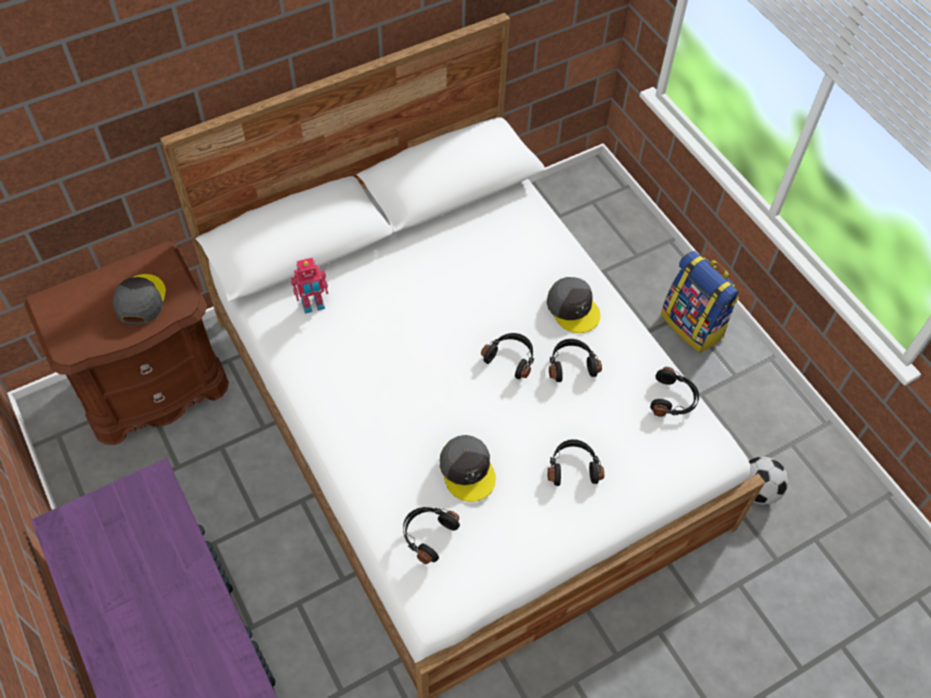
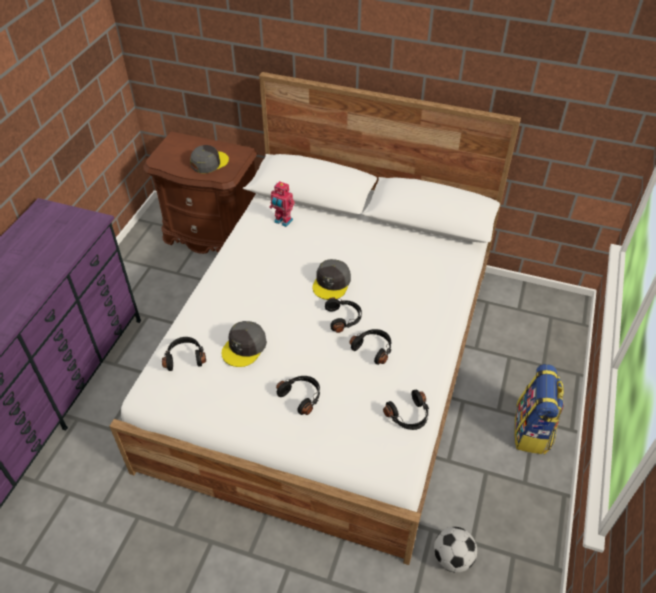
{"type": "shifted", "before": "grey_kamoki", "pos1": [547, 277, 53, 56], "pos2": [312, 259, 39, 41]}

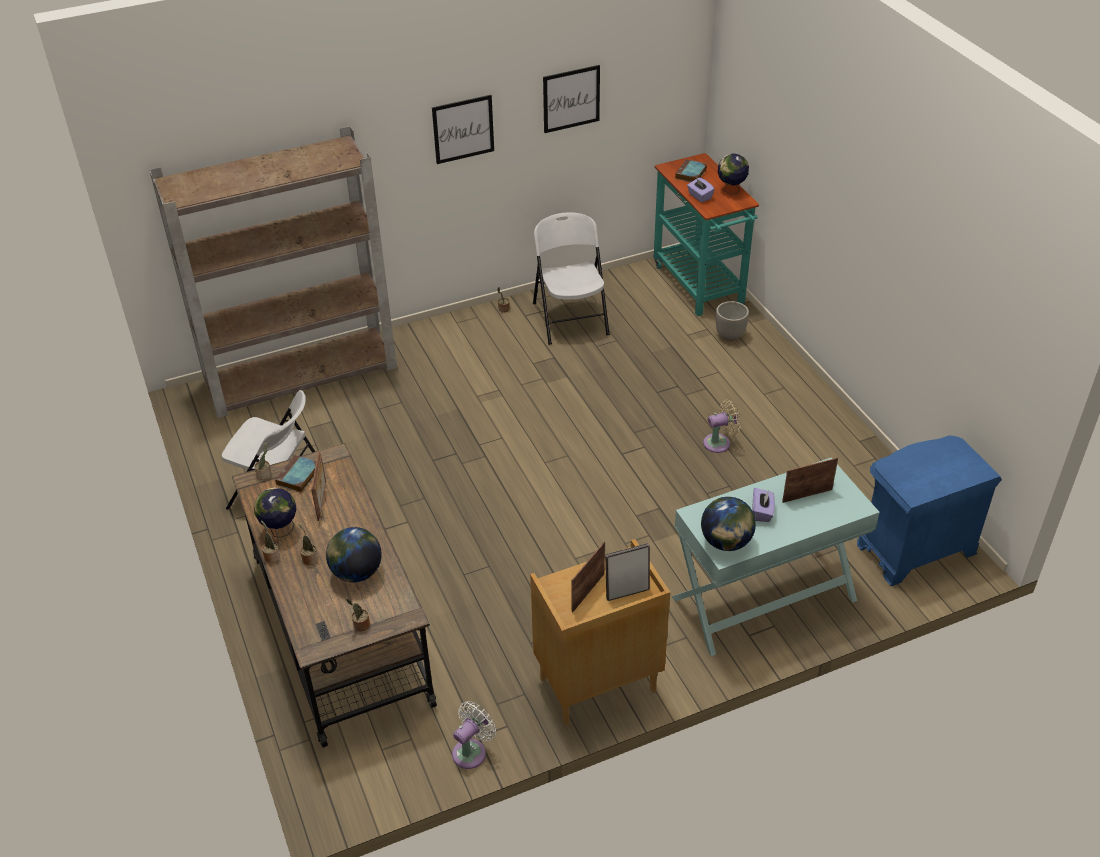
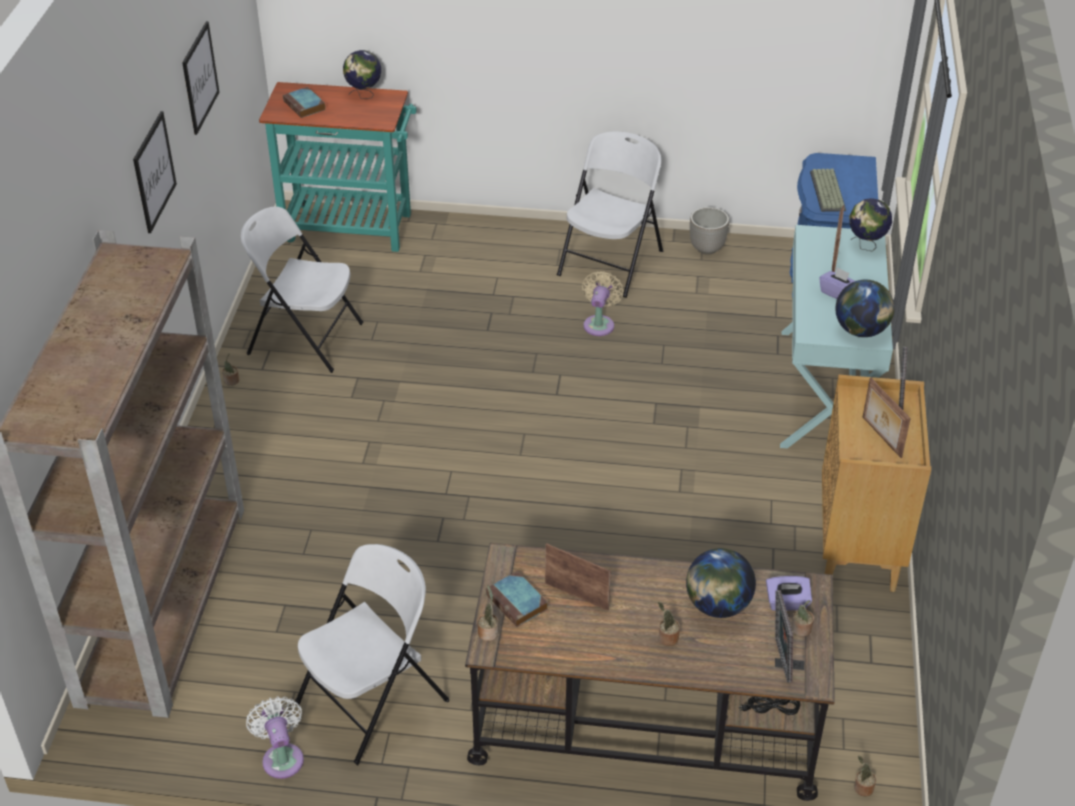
{"type": "shifted", "before": "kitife", "pos1": [254, 488, 42, 50], "pos2": [849, 198, 43, 54]}
{"type": "shifted", "before": "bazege", "pos1": [261, 520, 19, 43], "pos2": [854, 756, 22, 41]}
{"type": "shifted", "before": "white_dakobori", "pos1": [452, 701, 44, 68], "pos2": [246, 696, 58, 83]}
{"type": "shifted", "before": "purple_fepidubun", "pos1": [687, 177, 28, 25], "pos2": [766, 576, 46, 35]}
{"type": "shifted", "before": "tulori", "pos1": [716, 301, 33, 40], "pos2": [690, 207, 39, 48]}
{"type": "new", "after": "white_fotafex", "pos2": [557, 132, 106, 166]}
{"type": "new", "after": "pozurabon", "pos2": [775, 590, 18, 92]}
{"type": "new", "after": "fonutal", "pos2": [810, 169, 36, 43]}

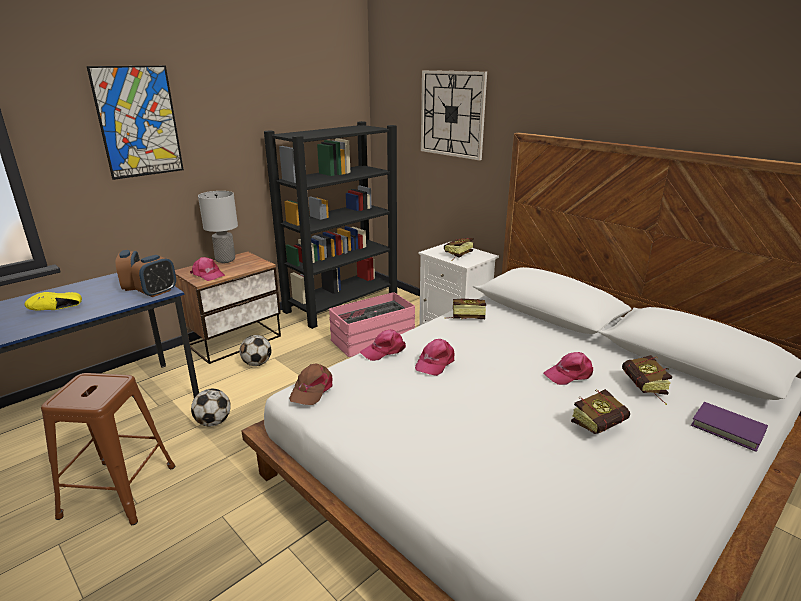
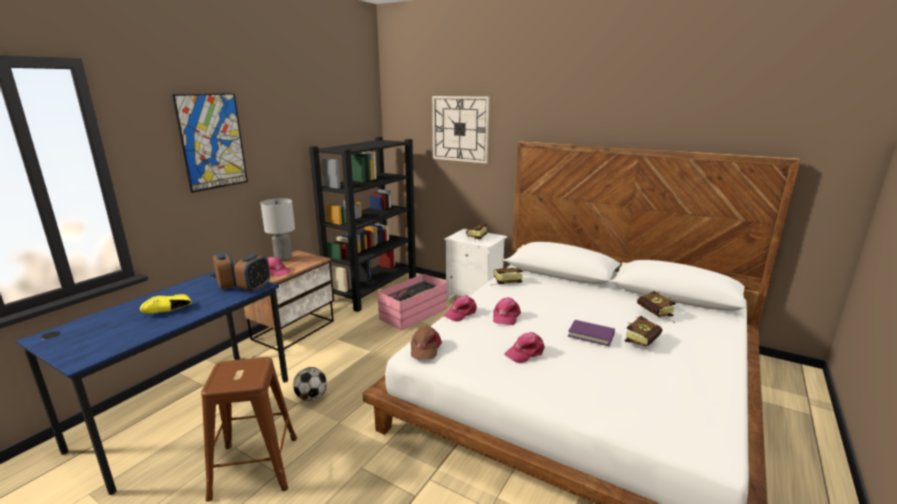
{"type": "gone", "before": "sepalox", "pos1": [239, 335, 32, 31]}
{"type": "shifted", "before": "pink_kamoki", "pos1": [544, 352, 49, 33], "pos2": [504, 332, 41, 31]}
{"type": "shifted", "before": "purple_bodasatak", "pos1": [691, 402, 77, 50], "pos2": [568, 320, 47, 27]}

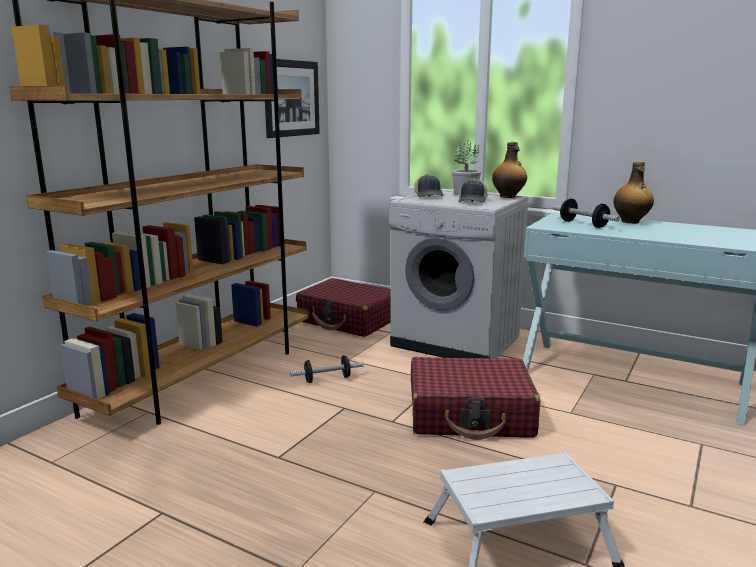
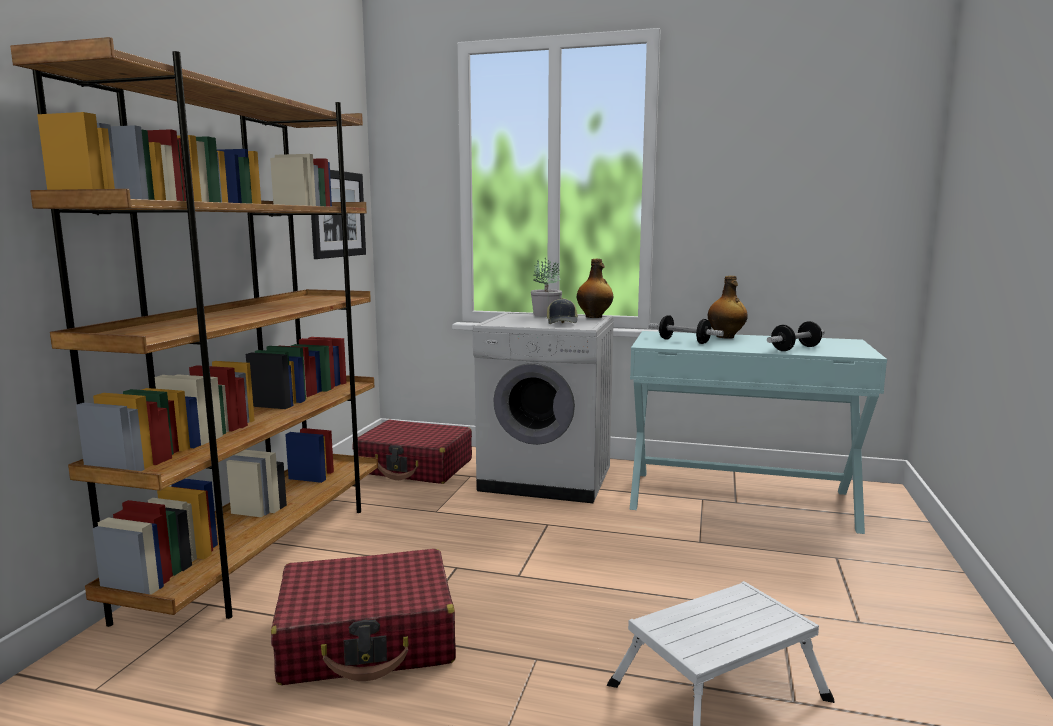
{"type": "shifted", "before": "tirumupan", "pos1": [290, 355, 74, 28], "pos2": [767, 321, 58, 30]}
{"type": "shifted", "before": "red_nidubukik", "pos1": [411, 357, 129, 83], "pos2": [271, 549, 185, 136]}
{"type": "gone", "before": "kamoki", "pos1": [414, 174, 29, 24]}

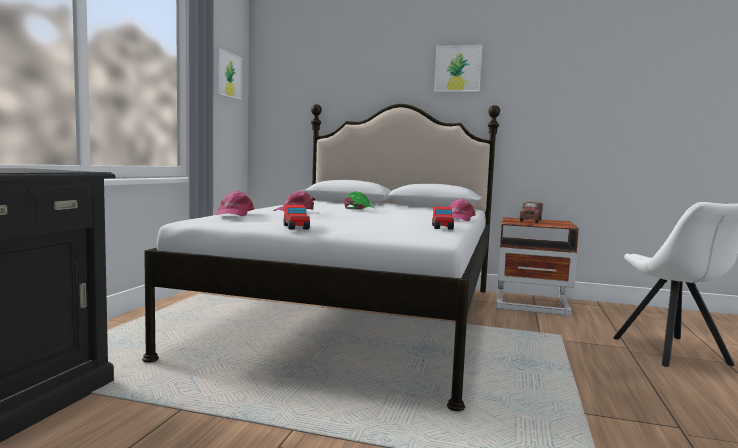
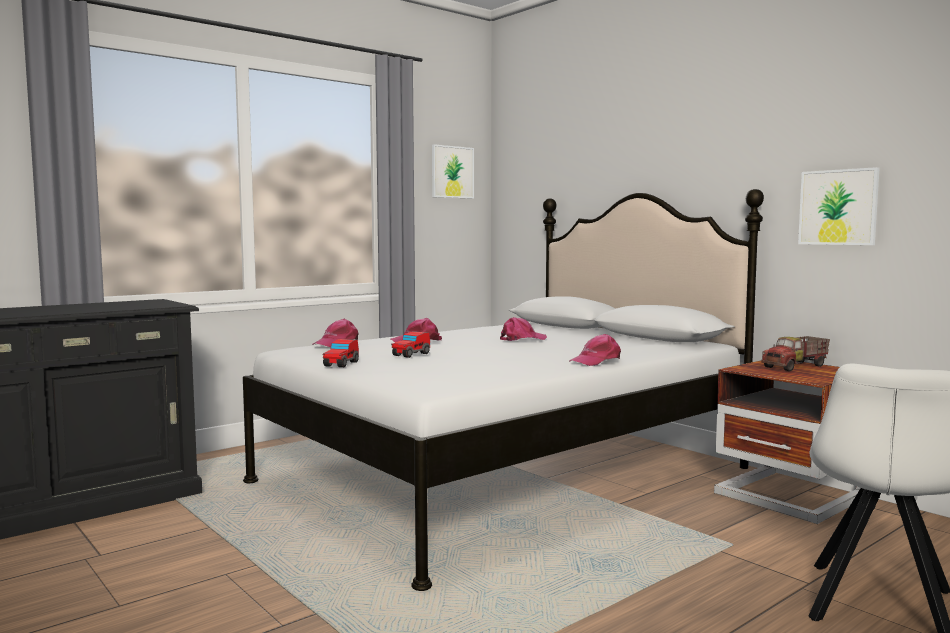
{"type": "repainted", "before": "green_kamoki", "after": "pink_kamoki", "pos1": [344, 191, 31, 19], "pos2": [500, 317, 47, 24]}
{"type": "shifted", "before": "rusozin", "pos1": [432, 207, 22, 23], "pos2": [391, 331, 39, 27]}
{"type": "shifted", "before": "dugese", "pos1": [434, 45, 48, 47], "pos2": [798, 167, 81, 78]}

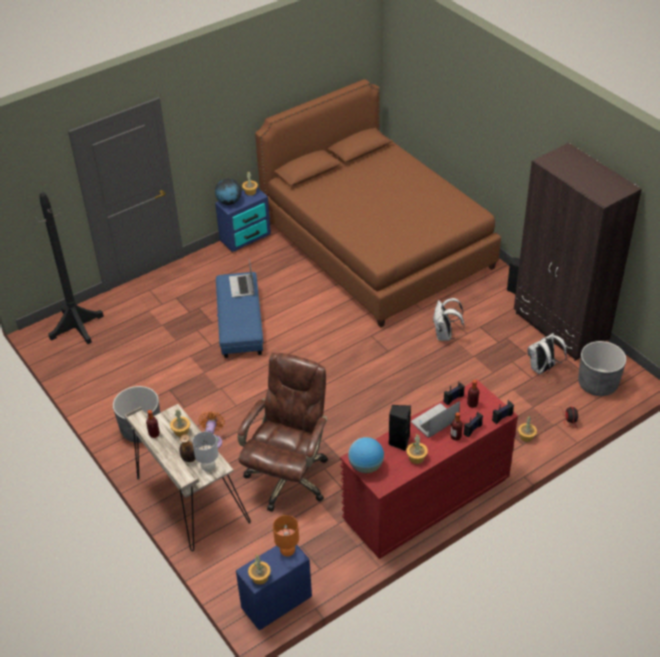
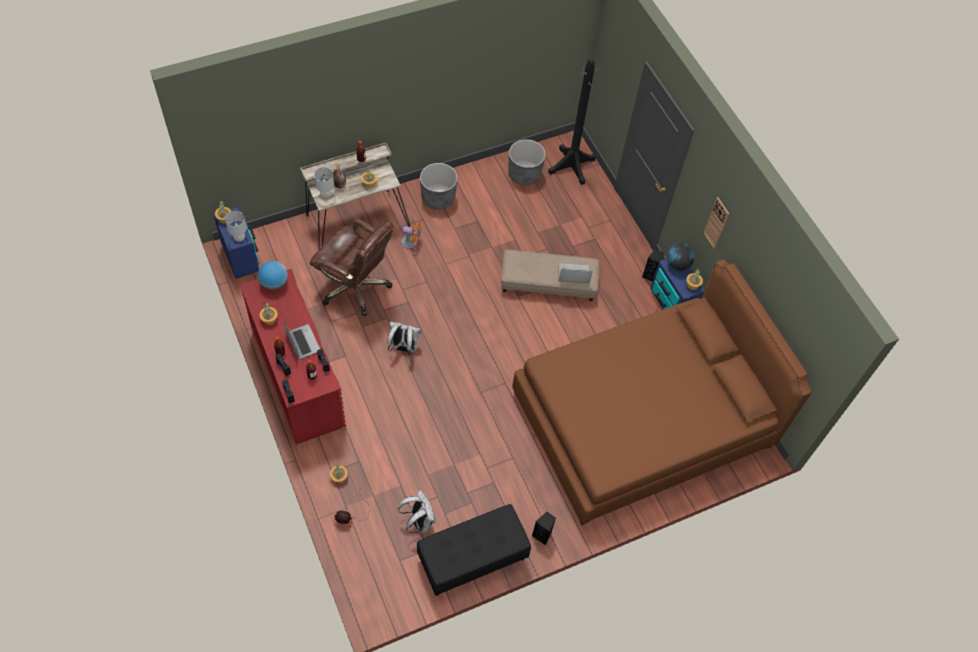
{"type": "repainted", "before": "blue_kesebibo", "after": "beige_kesebibo", "pos1": [216, 272, 47, 86], "pos2": [501, 249, 98, 52]}
{"type": "repainted", "before": "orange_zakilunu", "after": "grey_zakilunu", "pos1": [273, 515, 26, 42], "pos2": [225, 211, 22, 31]}
{"type": "shifted", "before": "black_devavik", "pos1": [389, 405, 22, 46], "pos2": [642, 249, 22, 33]}
{"type": "shifted", "before": "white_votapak", "pos1": [433, 298, 32, 43], "pos2": [387, 322, 34, 33]}
{"type": "swapped", "before": "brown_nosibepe", "after": "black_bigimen", "pos1": [514, 143, 128, 218], "pos2": [417, 504, 114, 92]}
{"type": "shifted", "before": "grey_tulori", "pos1": [578, 341, 48, 55], "pos2": [508, 139, 37, 46]}
{"type": "new", "after": "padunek", "pos2": [703, 197, 26, 52]}

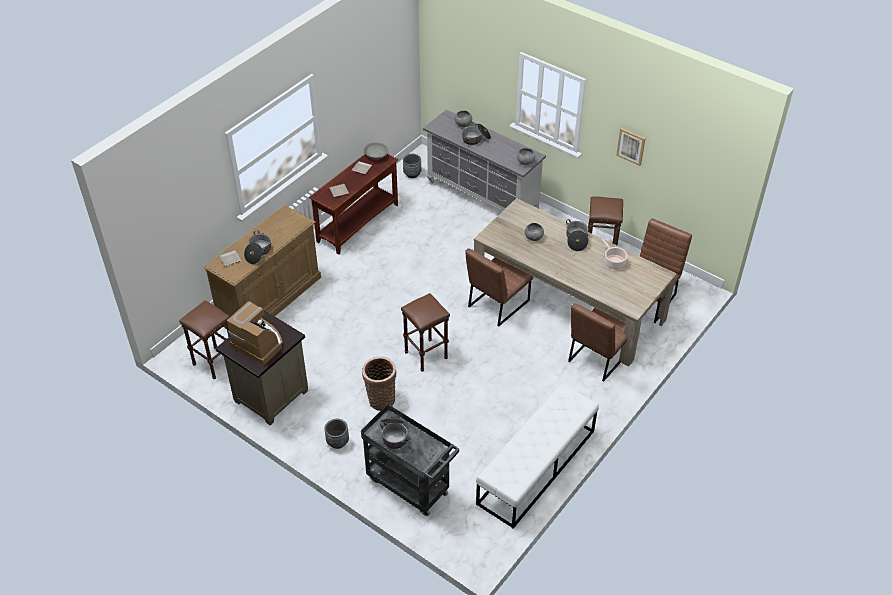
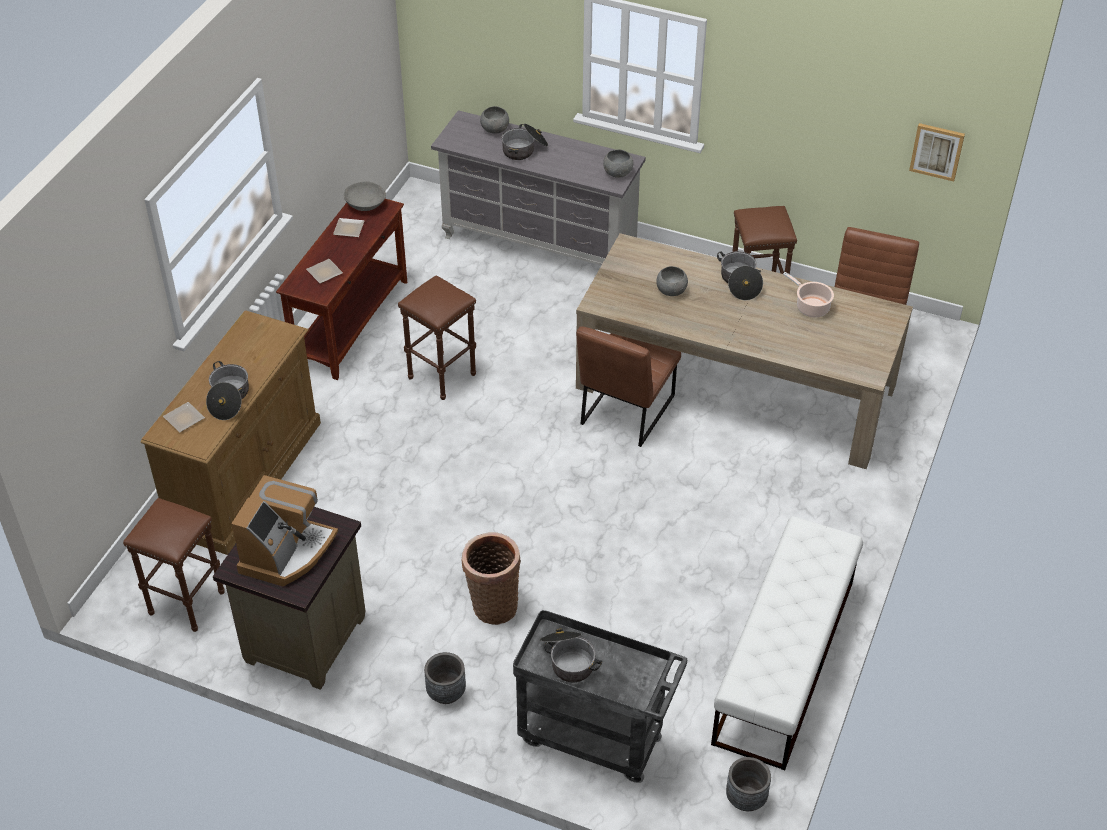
{"type": "rotated", "before": "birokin", "pos1": [227, 301, 56, 65], "pos2": [231, 475, 107, 112], "turn": 90}
{"type": "shifted", "before": "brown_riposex", "pos1": [401, 293, 49, 79], "pos2": [398, 276, 78, 124]}
{"type": "shifted", "before": "grey_tulori", "pos1": [403, 154, 18, 24], "pos2": [726, 757, 45, 54]}
{"type": "gone", "before": "brown_fotafex", "pos1": [568, 304, 60, 78]}
{"type": "shifted", "before": "dugese", "pos1": [616, 128, 30, 38], "pos2": [909, 123, 56, 58]}

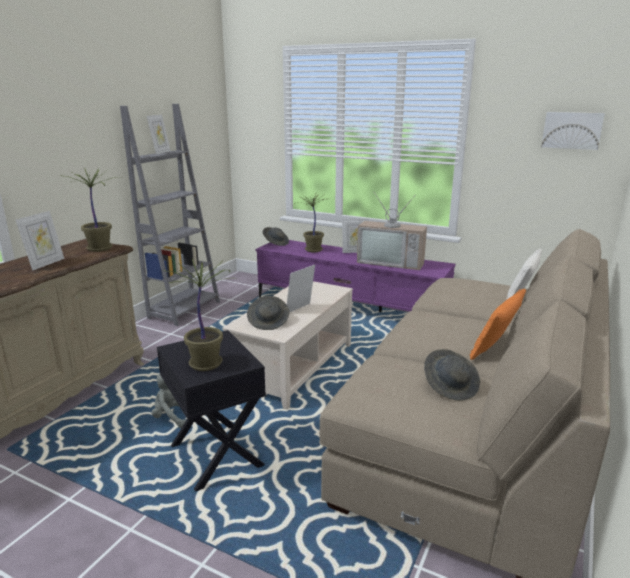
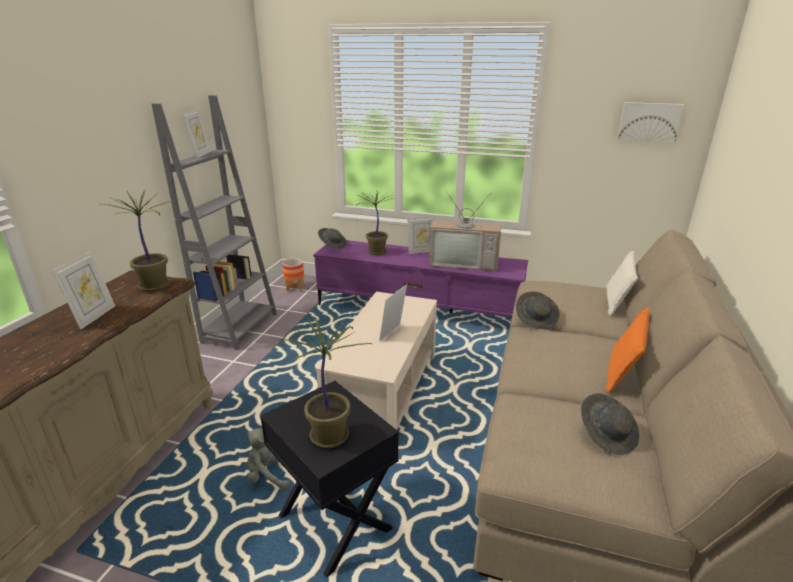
{"type": "shifted", "before": "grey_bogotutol", "pos1": [247, 296, 43, 34], "pos2": [516, 291, 44, 38]}
{"type": "new", "after": "tulori", "pos2": [282, 258, 22, 33]}

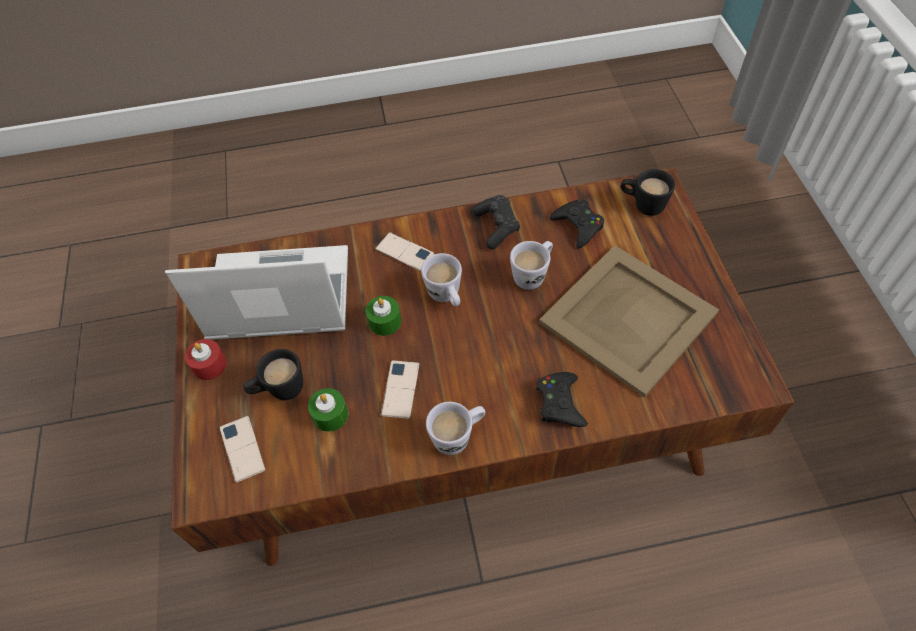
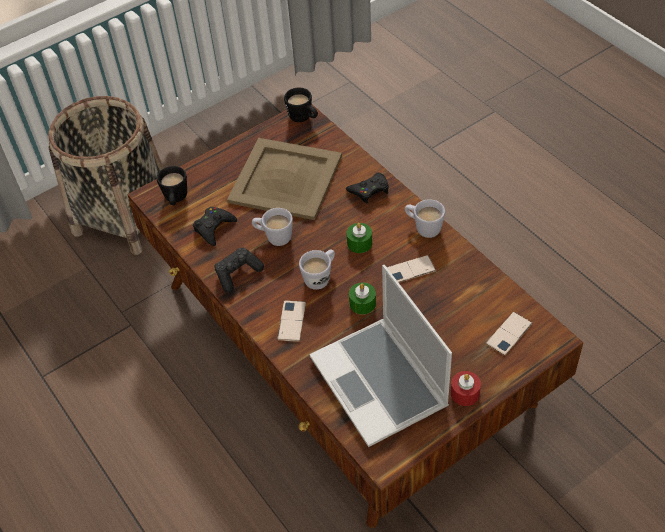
{"type": "shifted", "before": "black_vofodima", "pos1": [243, 349, 60, 51], "pos2": [284, 87, 34, 35]}
{"type": "shifted", "before": "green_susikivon", "pos1": [308, 388, 40, 44], "pos2": [347, 223, 25, 30]}
{"type": "new", "after": "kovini", "pos2": [48, 96, 116, 159]}

